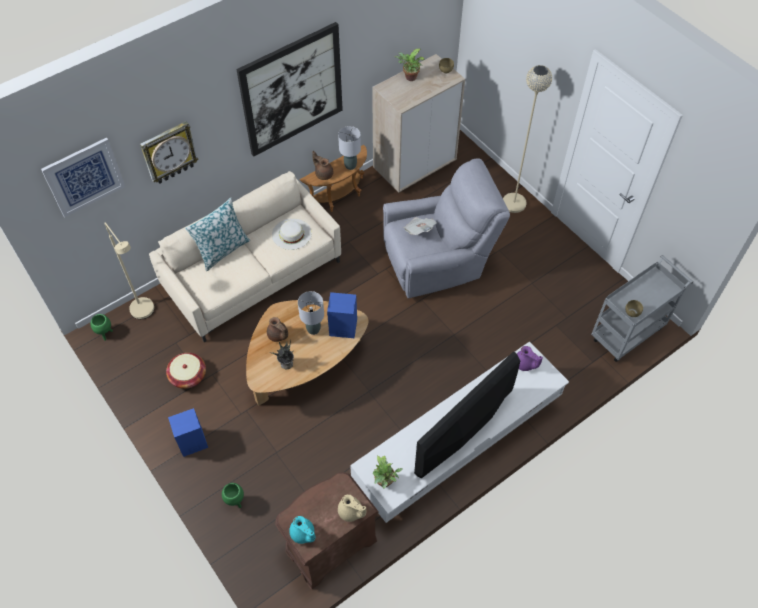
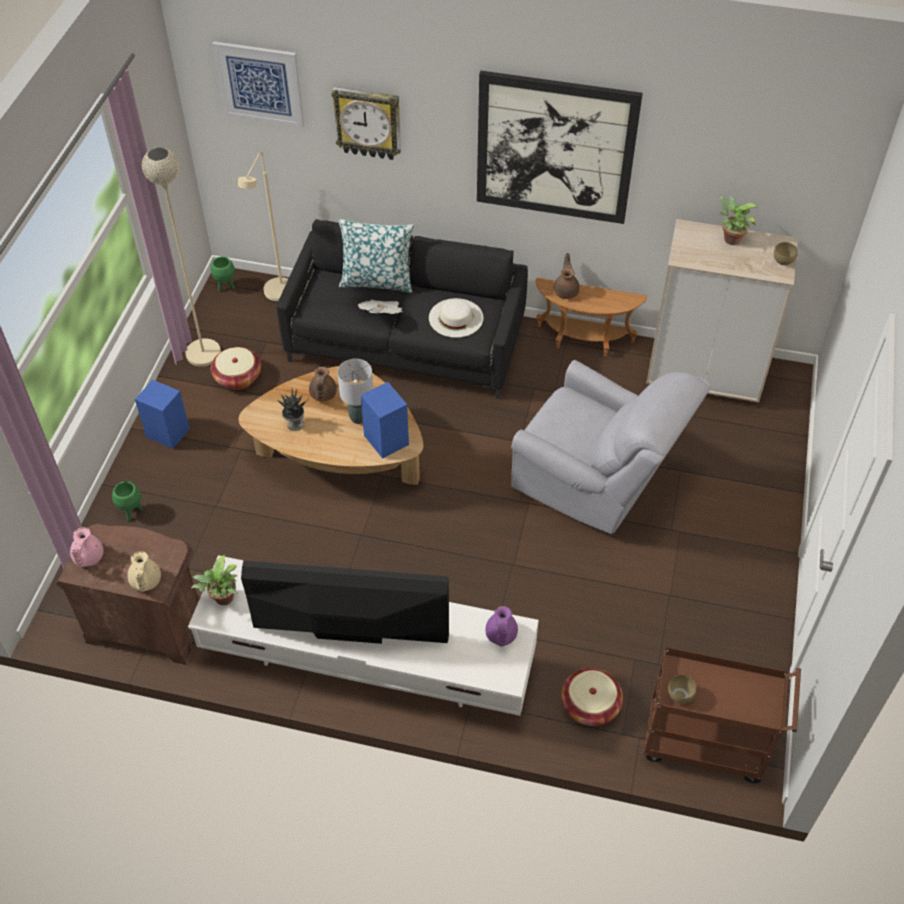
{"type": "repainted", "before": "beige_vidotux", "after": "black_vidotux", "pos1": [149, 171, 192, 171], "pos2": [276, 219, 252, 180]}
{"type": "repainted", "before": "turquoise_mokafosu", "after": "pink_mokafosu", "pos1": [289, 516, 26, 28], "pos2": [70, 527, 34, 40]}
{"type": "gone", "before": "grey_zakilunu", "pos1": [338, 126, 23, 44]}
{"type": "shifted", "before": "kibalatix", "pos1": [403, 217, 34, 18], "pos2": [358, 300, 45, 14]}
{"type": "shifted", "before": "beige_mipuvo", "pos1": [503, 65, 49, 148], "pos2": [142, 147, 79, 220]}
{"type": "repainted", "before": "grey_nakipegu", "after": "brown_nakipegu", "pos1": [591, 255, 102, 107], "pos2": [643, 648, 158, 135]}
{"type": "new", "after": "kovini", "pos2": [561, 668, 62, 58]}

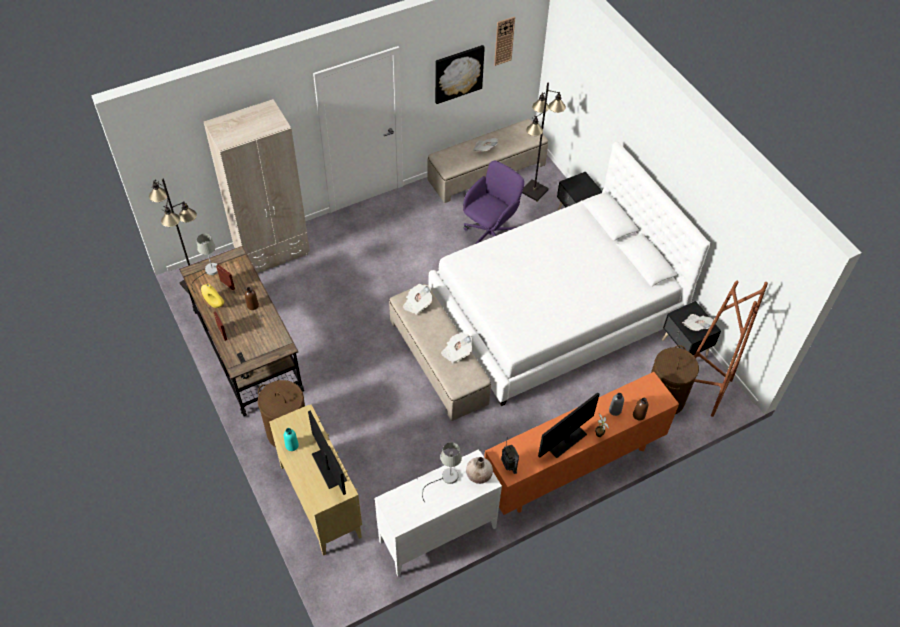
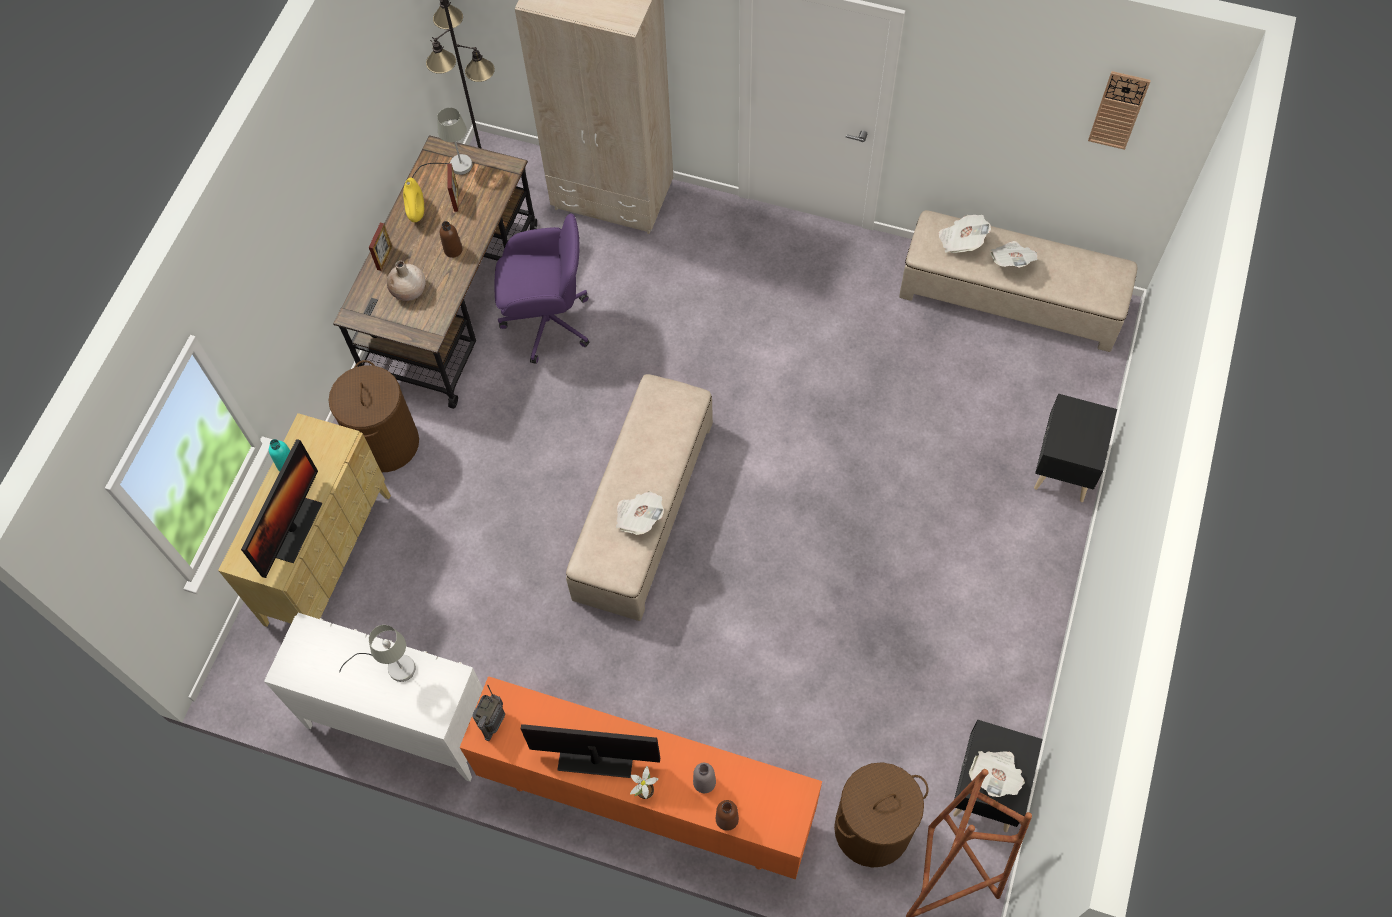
{"type": "shifted", "before": "kibalatix", "pos1": [403, 284, 30, 31], "pos2": [938, 215, 53, 38]}
{"type": "gone", "before": "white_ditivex", "pos1": [428, 142, 282, 264]}
{"type": "gone", "before": "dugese", "pos1": [435, 45, 50, 59]}
{"type": "shifted", "before": "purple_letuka", "pos1": [463, 161, 61, 83], "pos2": [495, 213, 95, 151]}
{"type": "shifted", "before": "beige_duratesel", "pos1": [466, 457, 27, 27], "pos2": [387, 261, 39, 40]}
{"type": "gone", "before": "black_mipuvo", "pos1": [522, 83, 44, 118]}

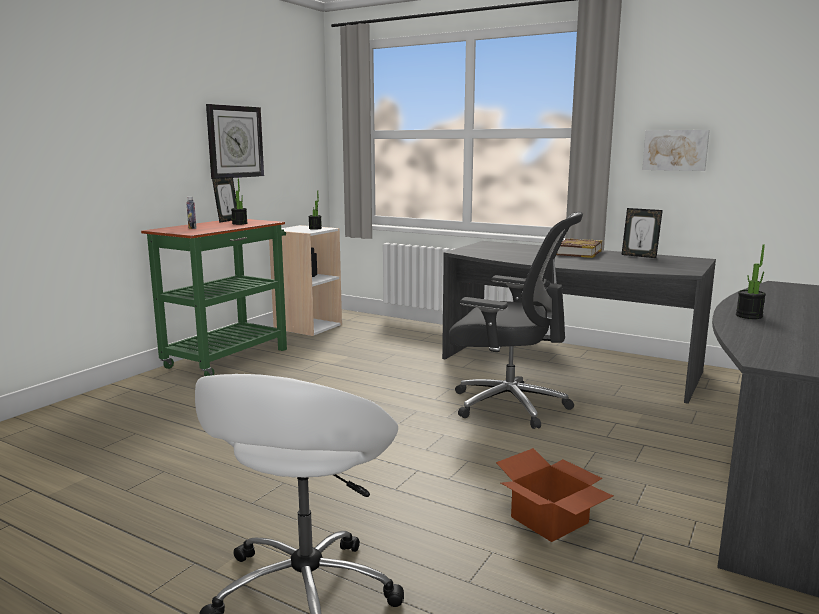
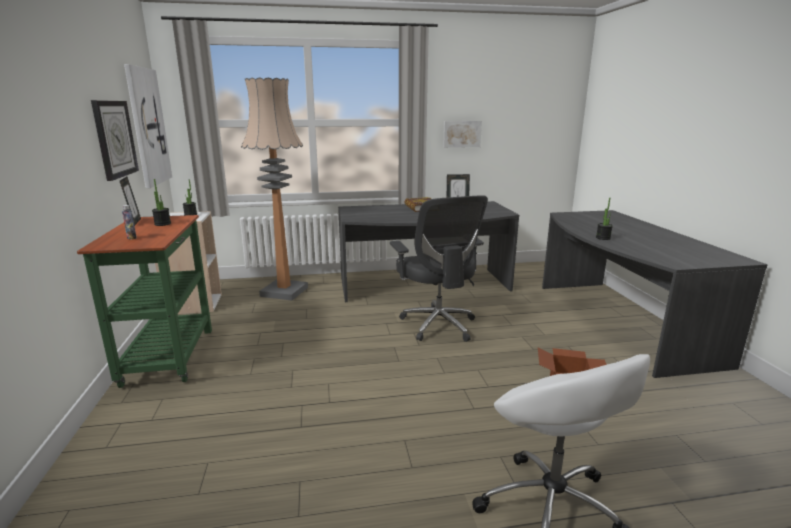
{"type": "rotated", "before": "letuka", "pos1": [449, 212, 134, 217], "pos2": [390, 195, 98, 147], "turn": 90}
{"type": "new", "after": "dugese", "pos2": [124, 64, 48, 124]}
{"type": "new", "after": "mipuvo", "pos2": [241, 77, 67, 223]}

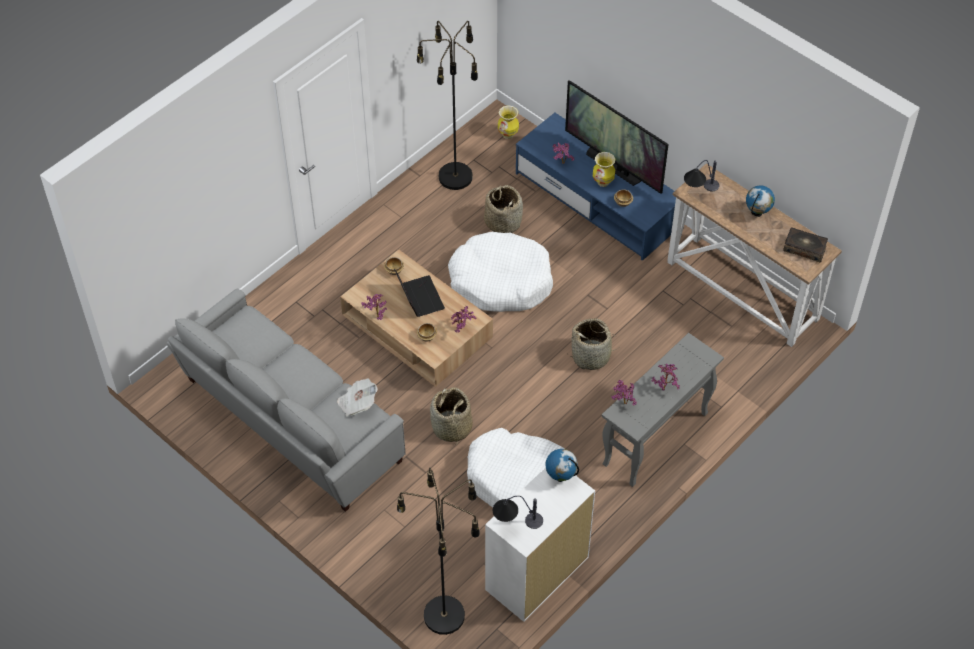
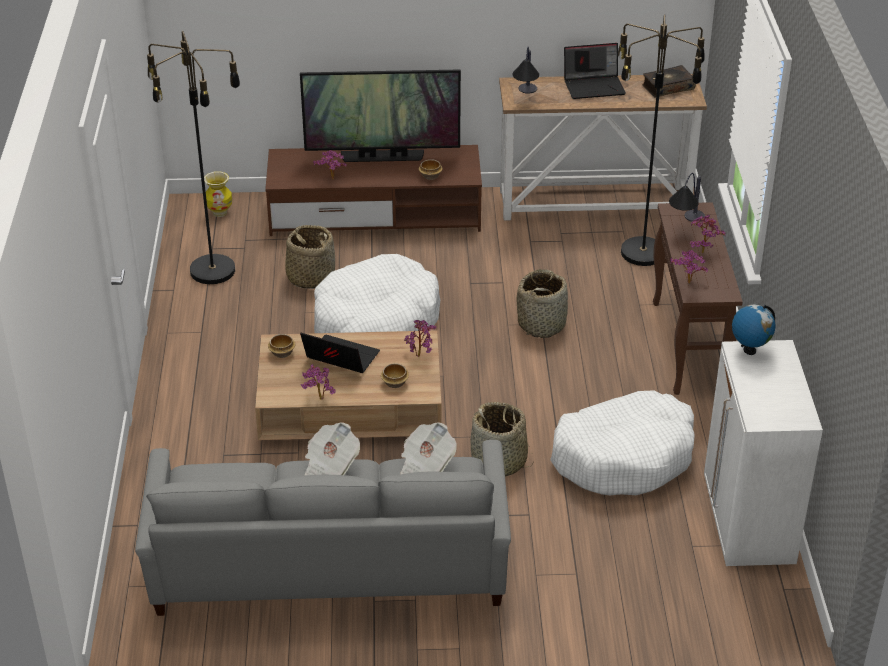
{"type": "shifted", "before": "mipuvo", "pos1": [397, 468, 83, 167], "pos2": [618, 14, 86, 252]}
{"type": "shifted", "before": "zakilunu", "pos1": [493, 496, 50, 33], "pos2": [669, 173, 36, 49]}
{"type": "repainted", "before": "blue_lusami", "after": "brown_lusami", "pos1": [516, 113, 160, 148], "pos2": [265, 145, 217, 91]}
{"type": "gone", "before": "duratesel", "pos1": [593, 152, 22, 35]}
{"type": "repainted", "before": "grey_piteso", "after": "brown_piteso", "pos1": [602, 333, 122, 154], "pos2": [653, 202, 90, 193]}
{"type": "swapped", "before": "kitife", "after": "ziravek", "pos1": [746, 185, 29, 32], "pos2": [564, 43, 62, 56]}
{"type": "new", "after": "kibalatix", "pos2": [305, 422, 55, 53]}

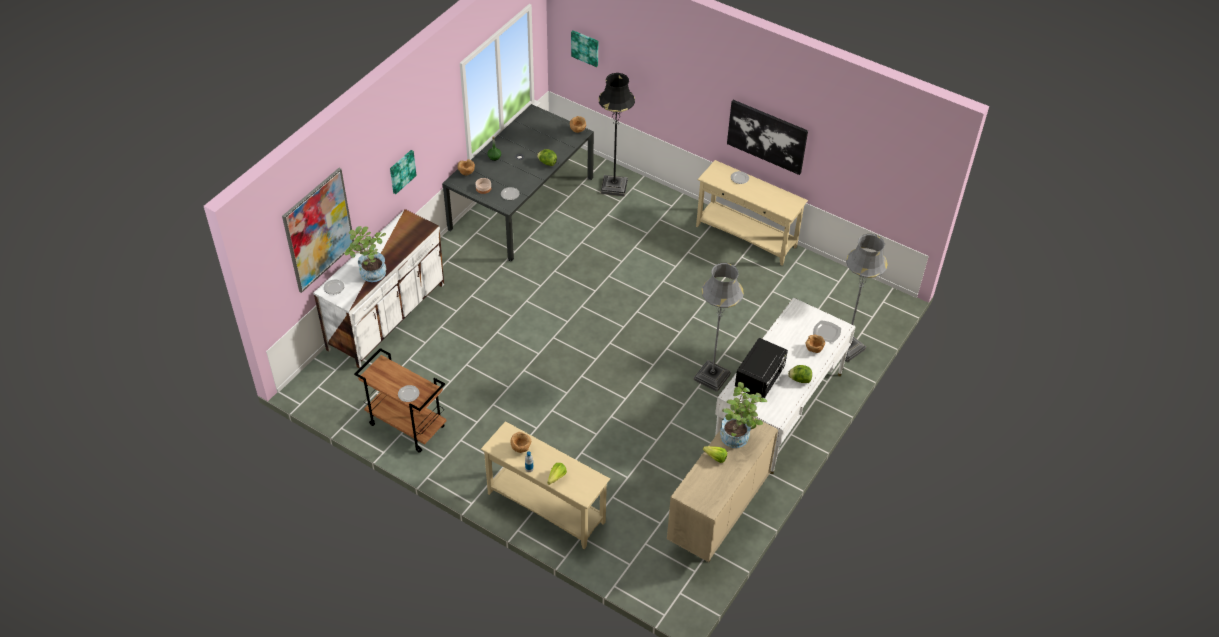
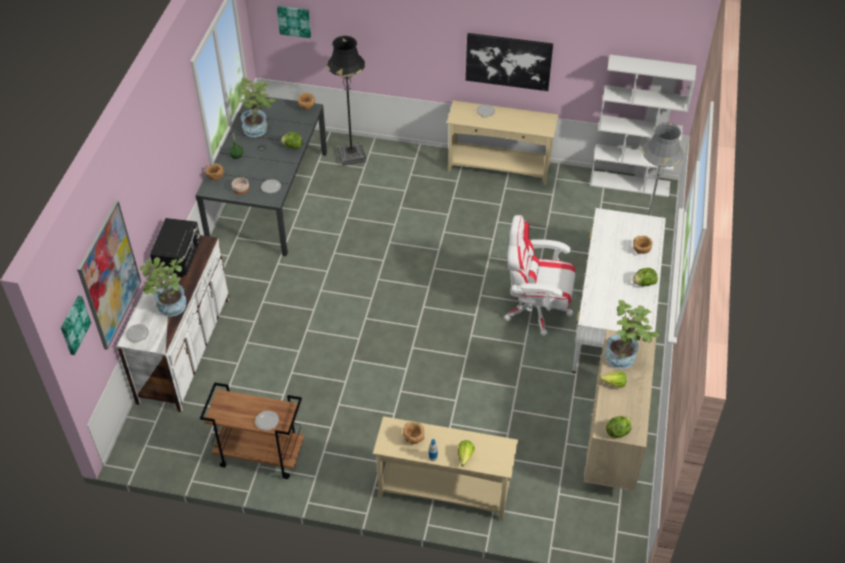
{"type": "shifted", "before": "dugese", "pos1": [390, 150, 27, 44], "pos2": [61, 296, 30, 59]}
{"type": "swapped", "before": "grey_mipuvo", "after": "white_letuka", "pos1": [693, 263, 51, 129], "pos2": [504, 215, 72, 121]}
{"type": "shifted", "before": "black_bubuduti", "pos1": [735, 338, 53, 60], "pos2": [150, 218, 51, 59]}
{"type": "gone", "before": "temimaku", "pos1": [813, 320, 28, 23]}
{"type": "new", "after": "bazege", "pos2": [239, 77, 37, 60]}
{"type": "new", "after": "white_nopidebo", "pos2": [590, 55, 106, 142]}
{"type": "new", "after": "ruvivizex", "pos2": [606, 416, 26, 22]}

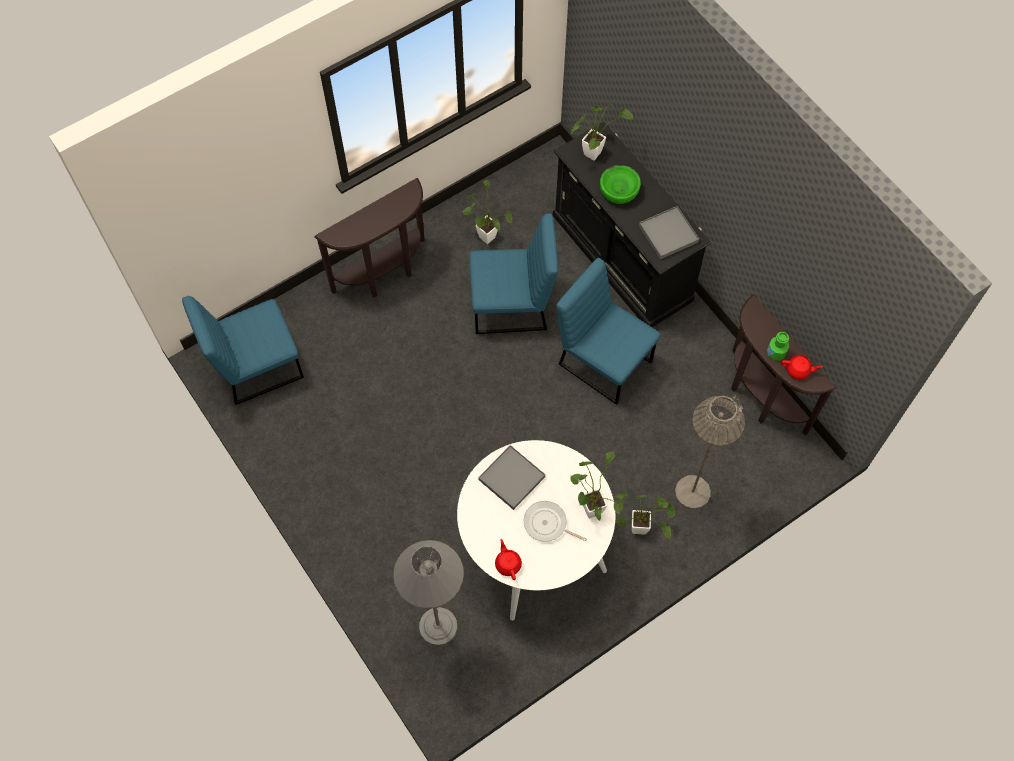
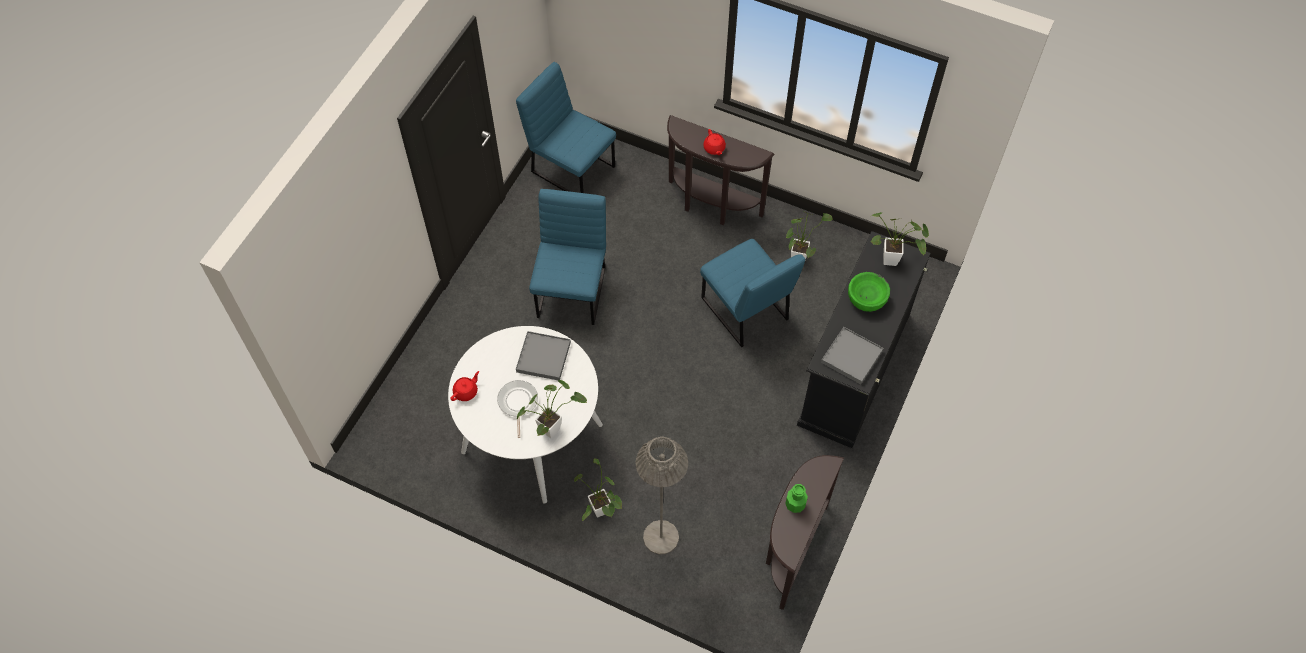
{"type": "gone", "before": "grey_mipuvo", "pos1": [394, 540, 70, 106]}
{"type": "shifted", "before": "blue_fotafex", "pos1": [557, 258, 103, 147], "pos2": [529, 189, 77, 136]}
{"type": "shifted", "before": "red_mokafosu", "pos1": [781, 355, 41, 24], "pos2": [703, 129, 23, 26]}

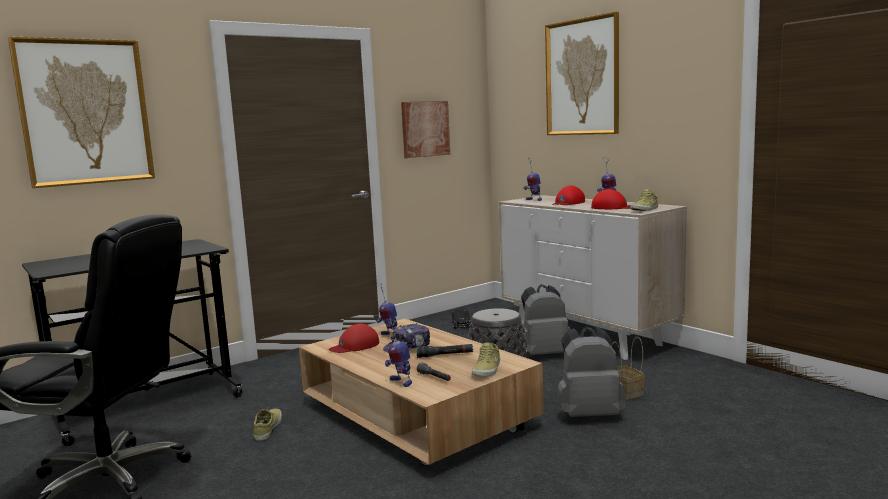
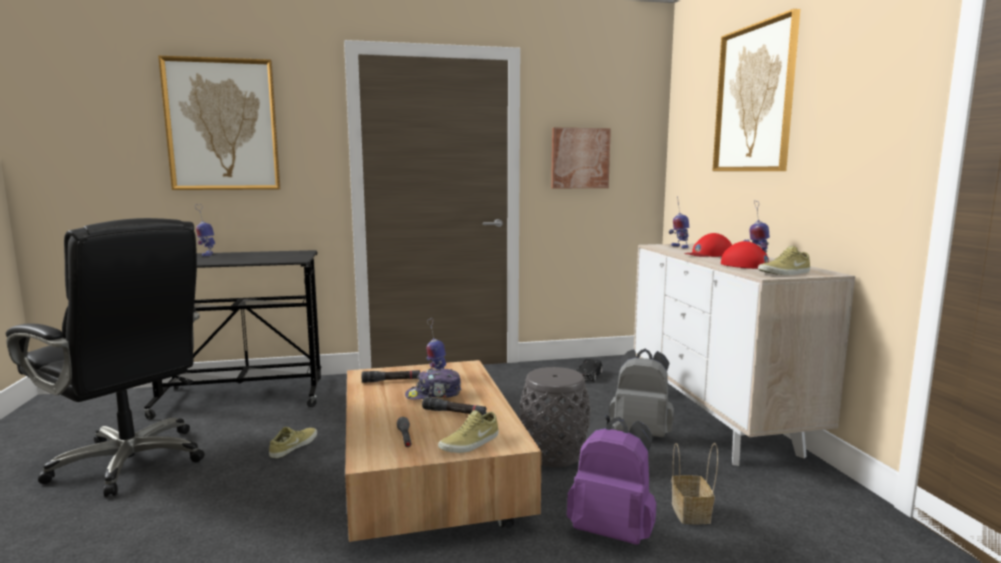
{"type": "swapped", "before": "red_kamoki", "after": "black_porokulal", "pos1": [329, 324, 50, 29], "pos2": [362, 370, 58, 13]}
{"type": "shifted", "before": "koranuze", "pos1": [385, 318, 27, 69], "pos2": [196, 204, 19, 52]}
{"type": "repainted", "before": "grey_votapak", "after": "purple_votapak", "pos1": [558, 327, 67, 90], "pos2": [567, 415, 89, 130]}

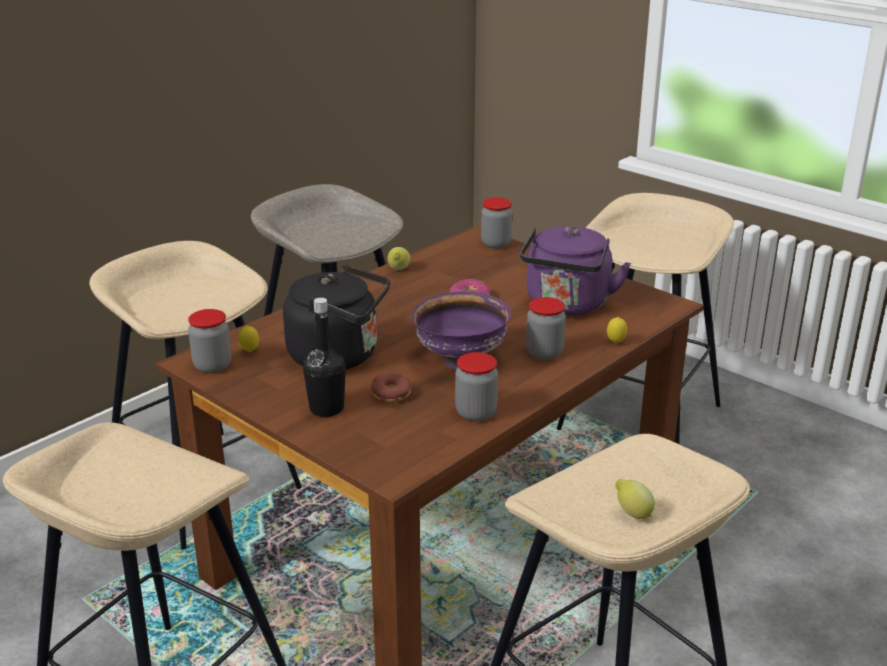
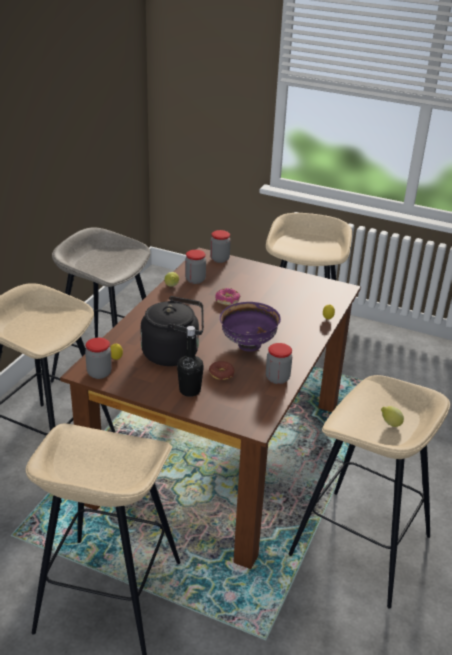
{"type": "gone", "before": "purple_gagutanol", "pos1": [520, 226, 111, 90]}
{"type": "shifted", "before": "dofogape", "pos1": [526, 297, 40, 63], "pos2": [185, 250, 21, 34]}

